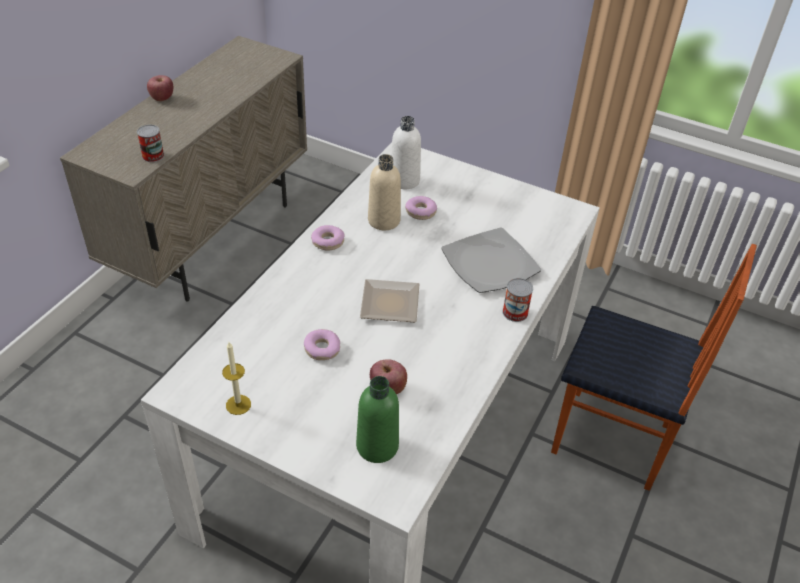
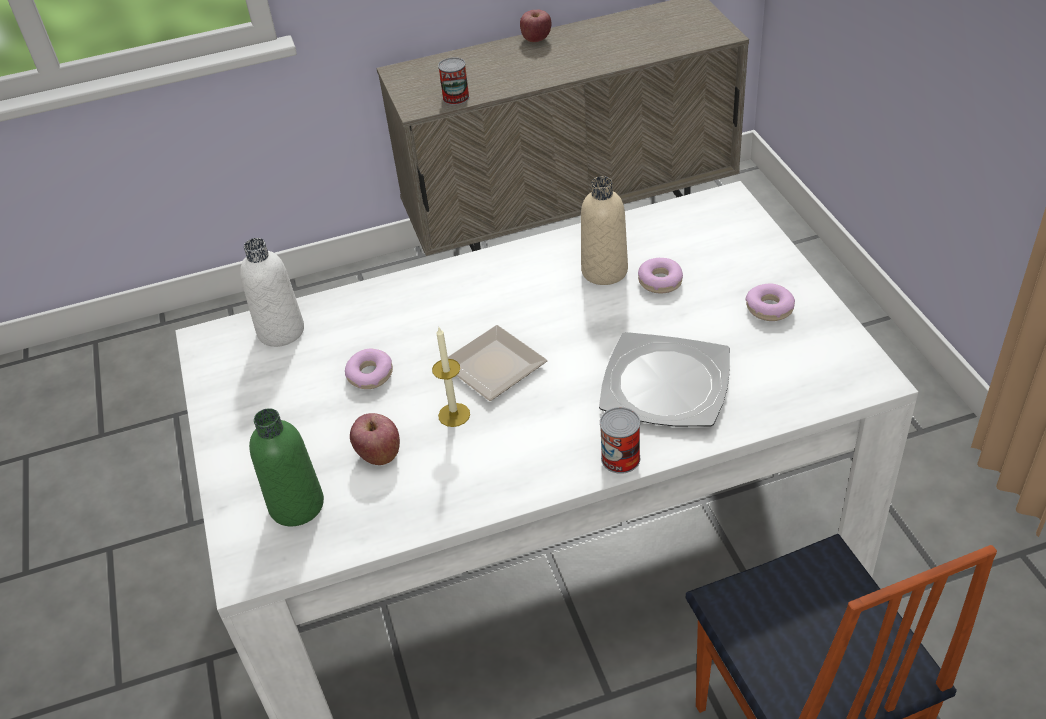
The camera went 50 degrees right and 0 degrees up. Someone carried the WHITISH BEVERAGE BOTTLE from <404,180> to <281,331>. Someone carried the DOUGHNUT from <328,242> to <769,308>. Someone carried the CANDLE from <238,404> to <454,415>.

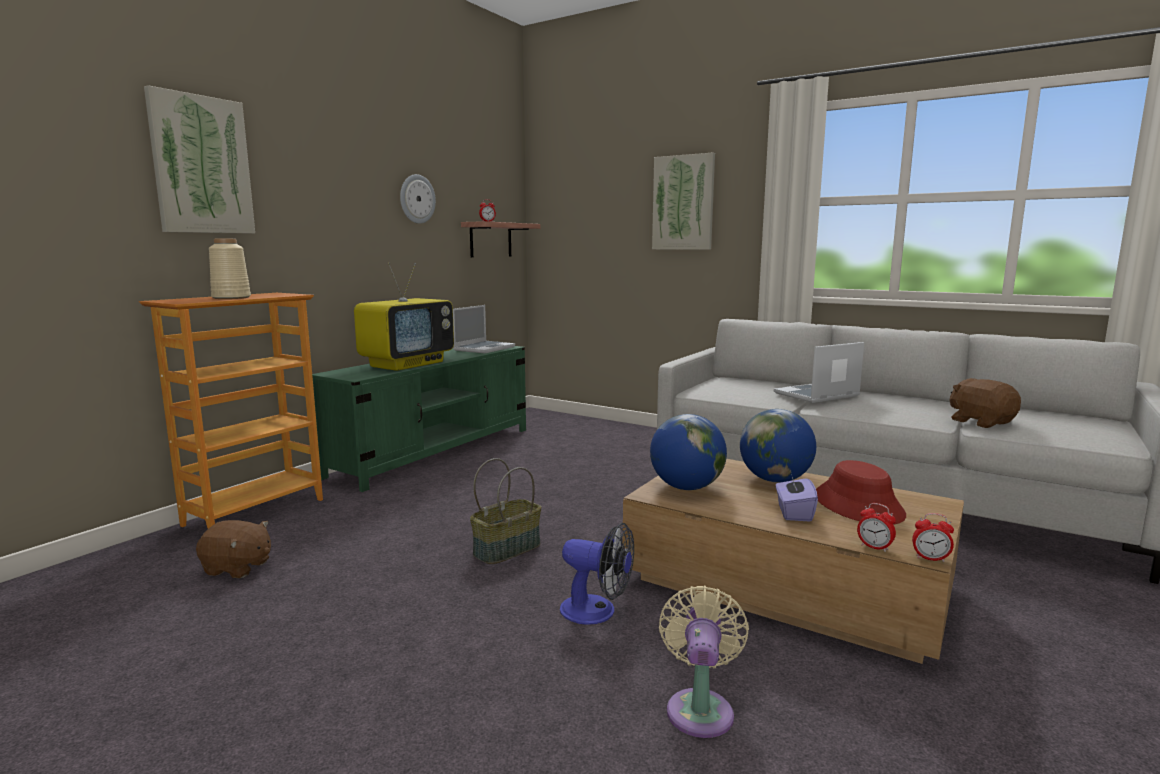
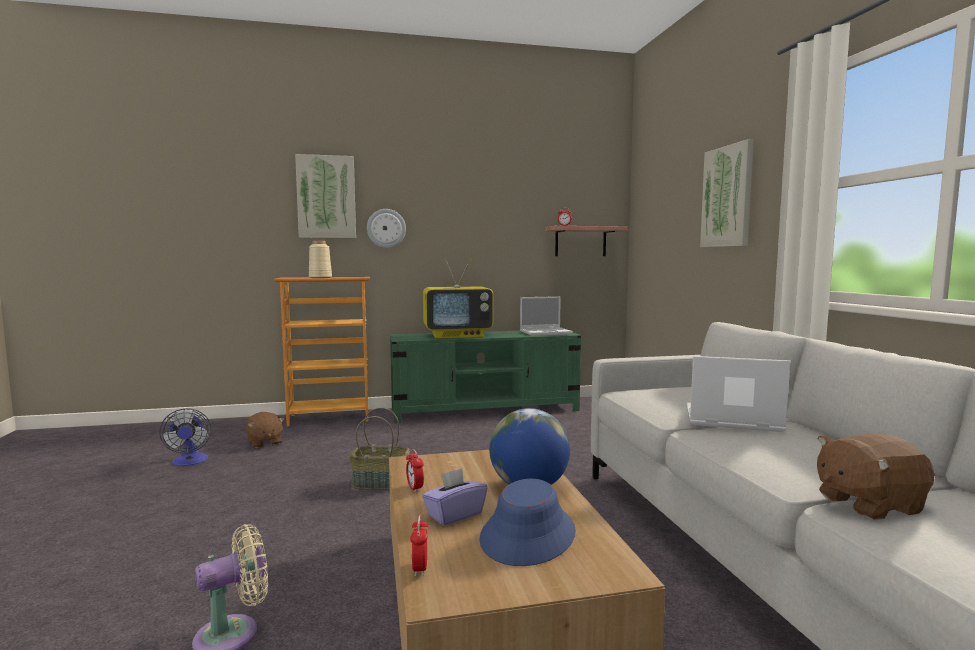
The camera went 45 degrees right and 5 degrees down. Someone carried the HANGING CLOCK from <417,199> to <386,228>. Someone rotated the BROWN-COLOURED CUDDLY TOY at <981,422> by 120 degrees counterclockwise. Someone took away the GLOBE at <686,487>. Someone repainted the RED CLOTHING HAT at <858,505>, which became the BLUE-COLOURED CLOTHING HAT at <528,535>. Someone carried the ALARM CLOCK from <930,558> to <415,488>. Someone carried the FAN from <597,612> to <190,462>.

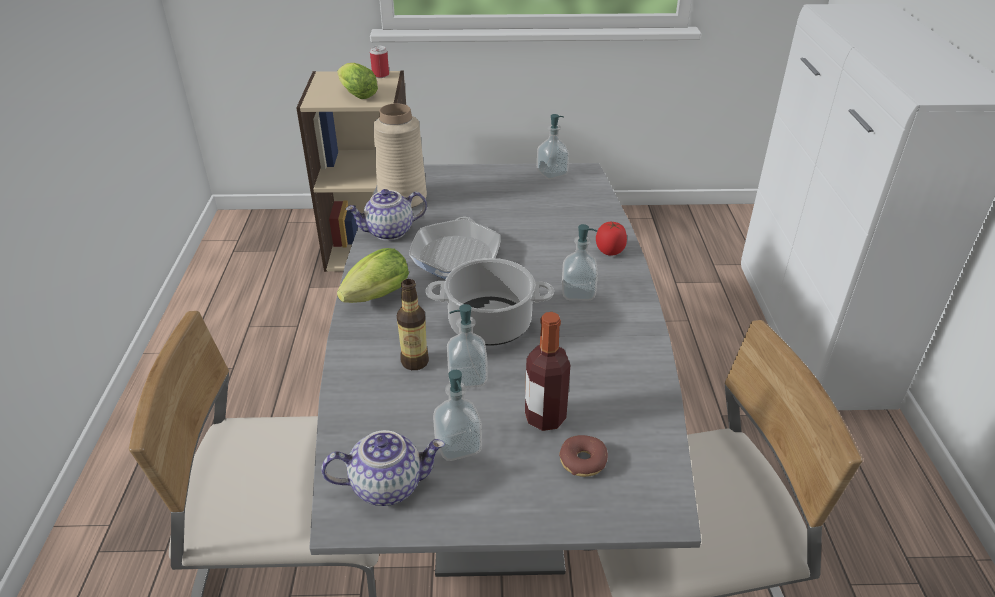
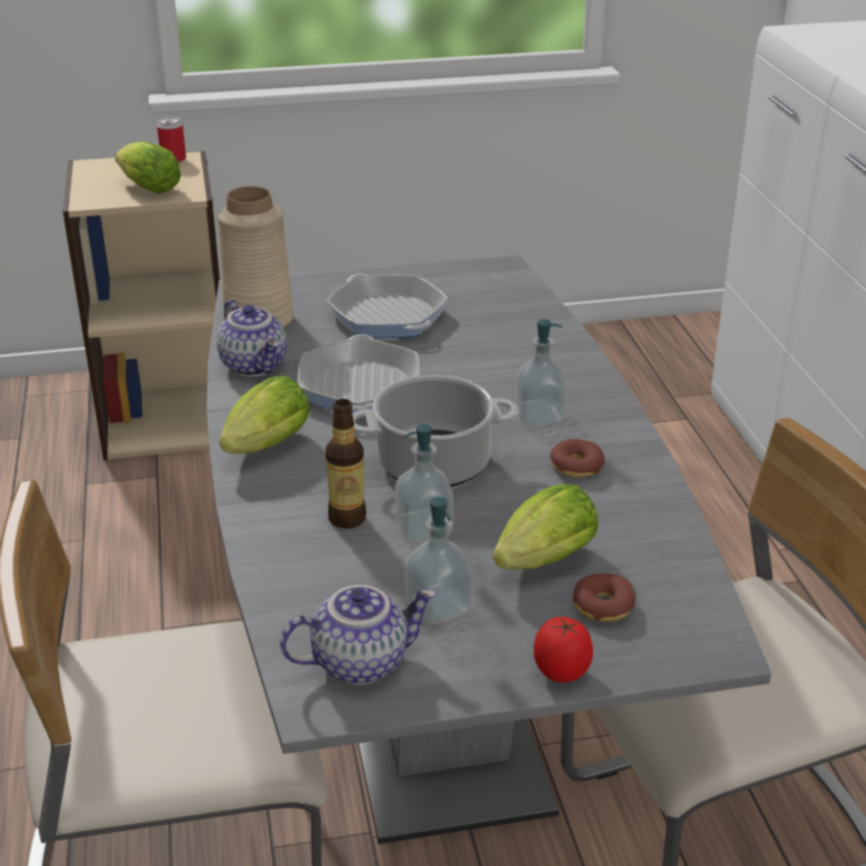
The camera went 10 degrees left and 5 degrees down. Someone took away the SOAP BOTTLE at <552,173>. Someone rotated the TEAPOT at <389,232> by 90 degrees counterclockwise. Someone carried the TOMATO from <610,251> to <561,672>. Someone swapped the BEVERAGE BOTTLE at <545,417> for the LETTUCE at <540,563>. Someone put down the FRYING PAN at <387,316>. Someone put down the DOUGHNUT at <576,466>.

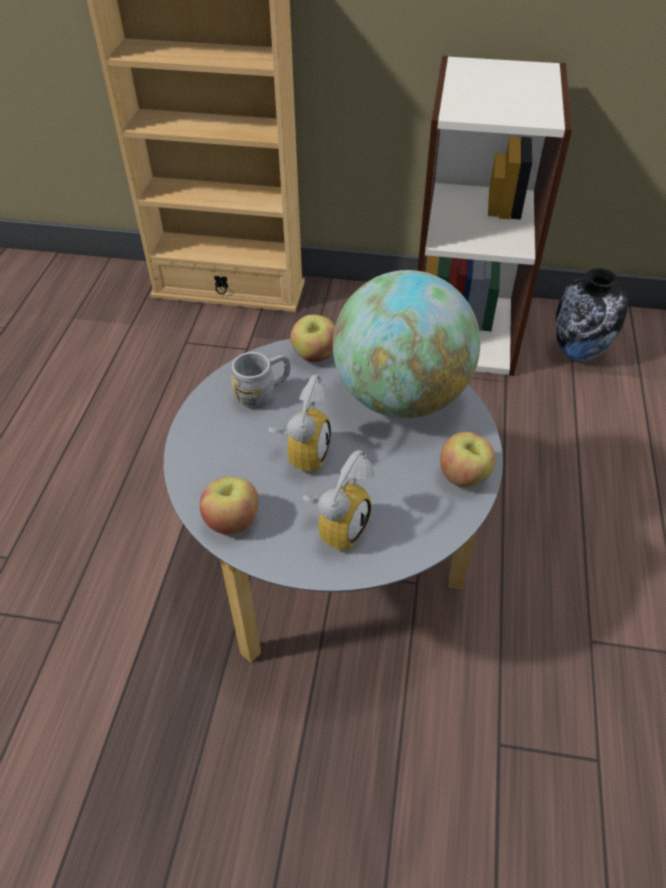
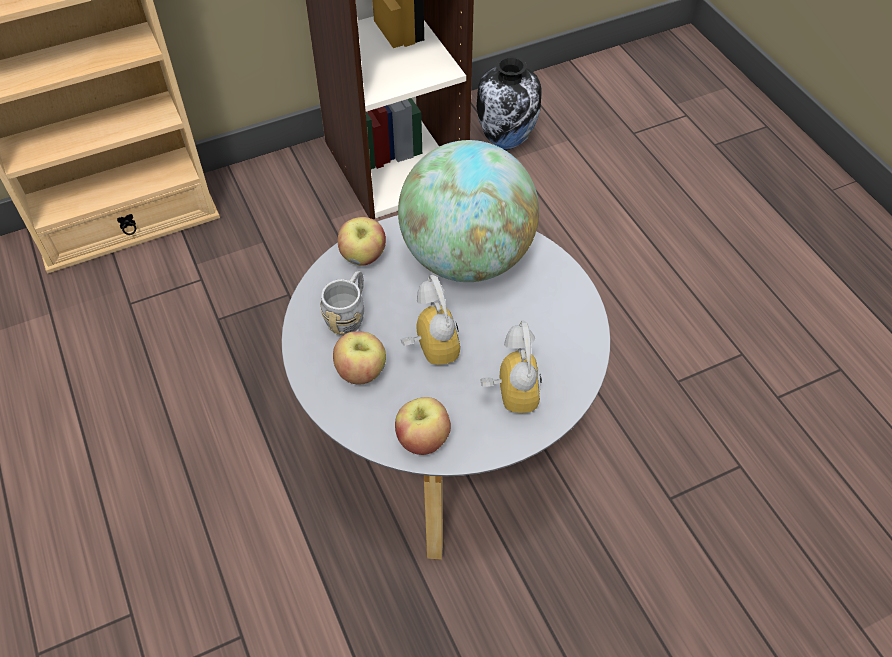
The camera went 35 degrees left and 5 degrees up. Someone carried the WHOLE APPLE from <464,476> to <361,371>.

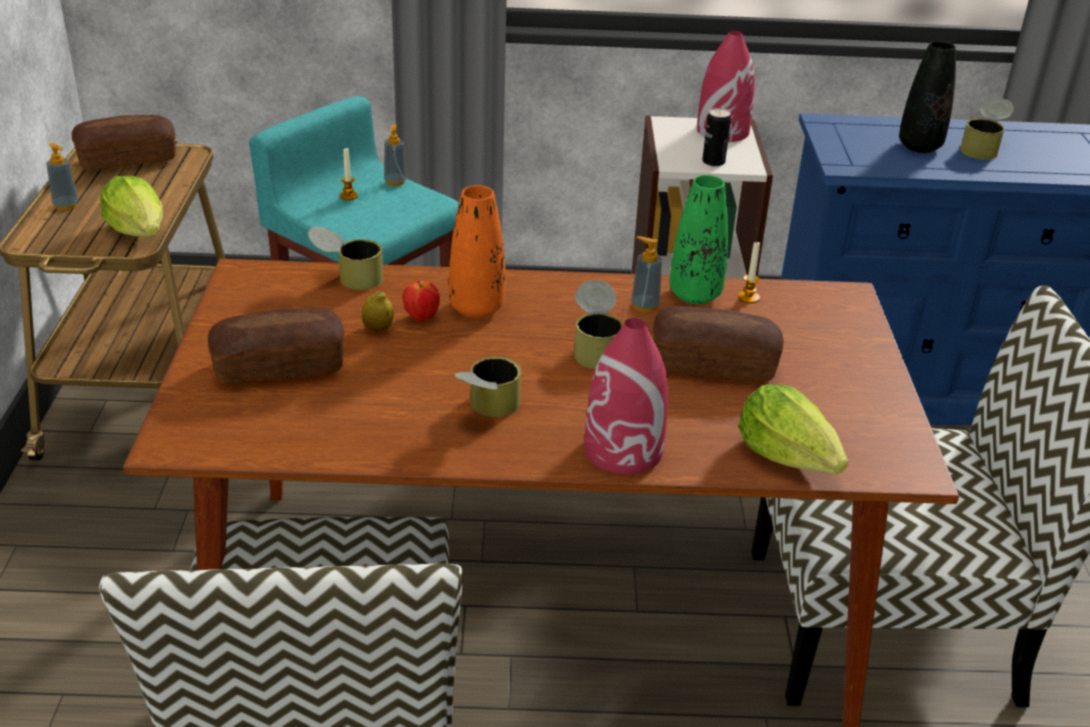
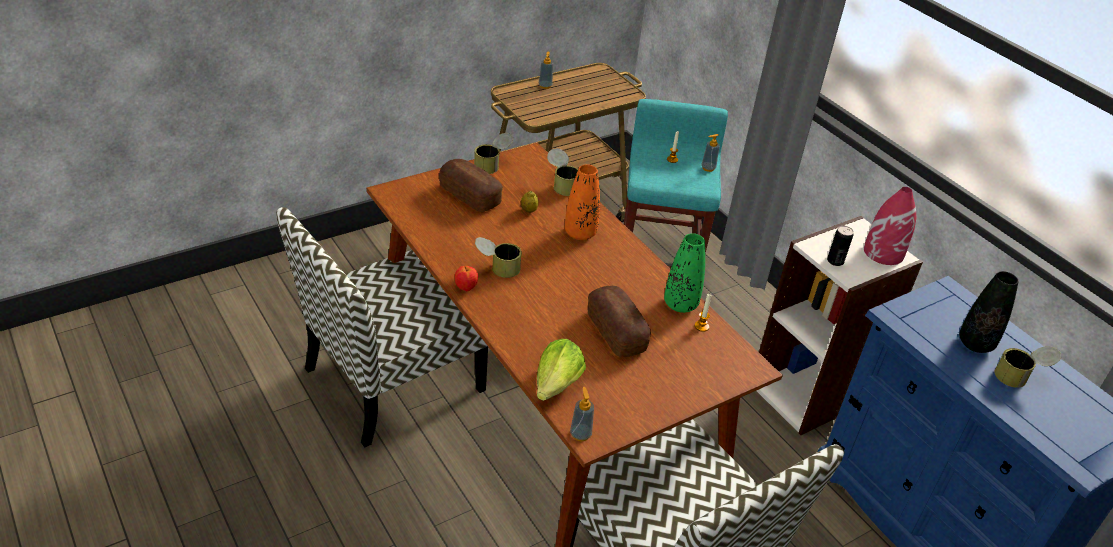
The camera went 55 degrees right and 5 degrees up. Someone took away the BAKERY BREAD at <128,159>. Someone took away the LETTUCE at <139,231>. Someone carried the SOAP BOTTLE from <644,306> to <580,434>. Someone carried the SEALED CAN from <596,347> to <493,165>. Someone carried the WHOLE APPLE from <421,317> to <466,288>. Someone took away the RED FLOWER VASE at <624,451>.

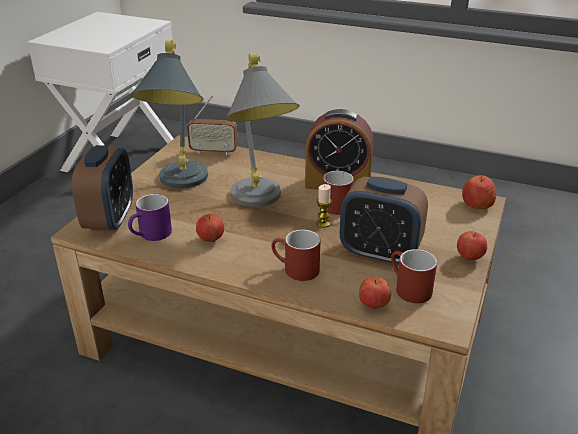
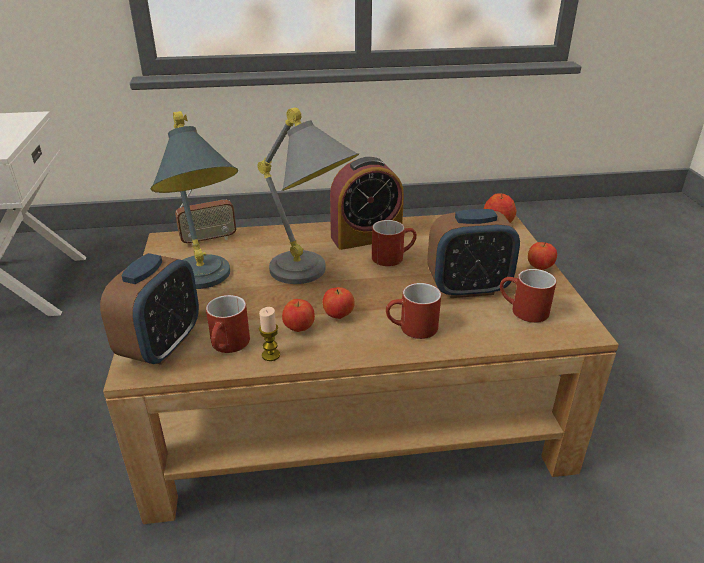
The camera went 30 degrees left and 0 degrees up. Someone rotated the ALARM CLOCK at <110,219> by 45 degrees clockwise. Someone carried the CANDLE from <323,223> to <271,355>. Someone repainted the PURPLE TEA MUG at <151,235>, which became the RED TEA MUG at <229,346>. Someone carried the WHOLE APPLE from <373,305> to <338,315>.

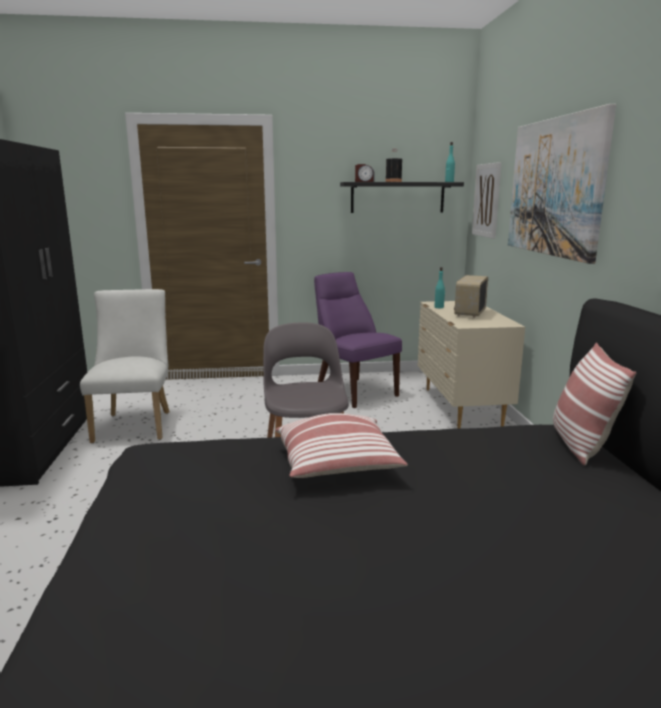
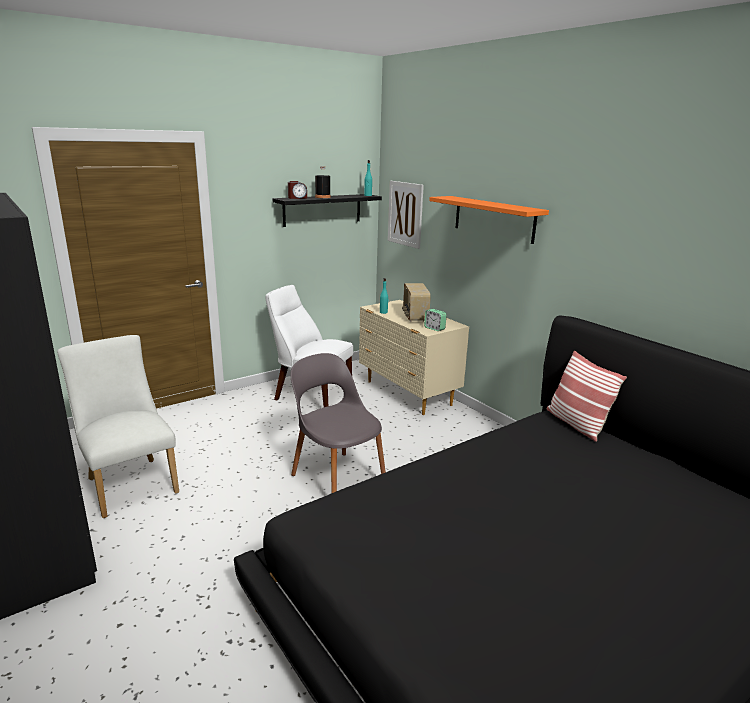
The camera went 30 degrees left and 5 degrees up. Someone swapped the PICTURE at <555,187> for the ORANGEY SHELF at <493,219>. Someone repainted the PURPLE PLAIN CHAIR at <353,391>, which became the WHITISH PLAIN CHAIR at <310,396>. Someone took away the CUSHION at <337,466>. Someone put down the ALARM CLOCK at <434,328>.

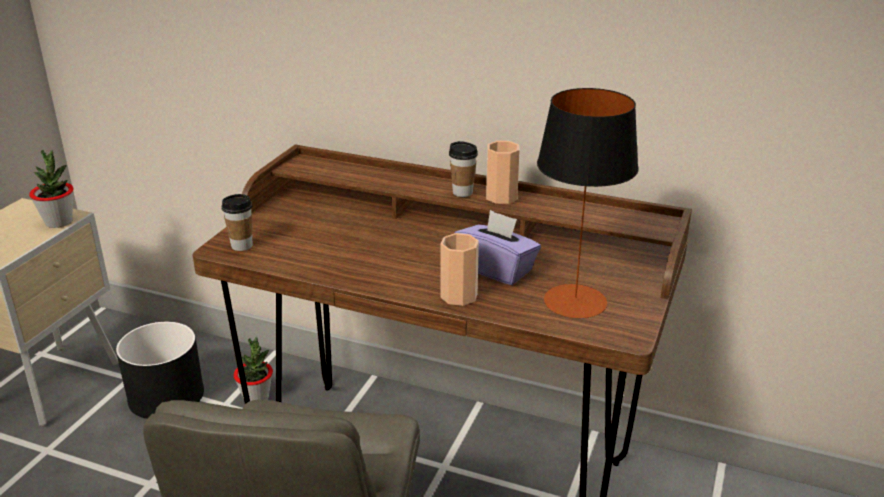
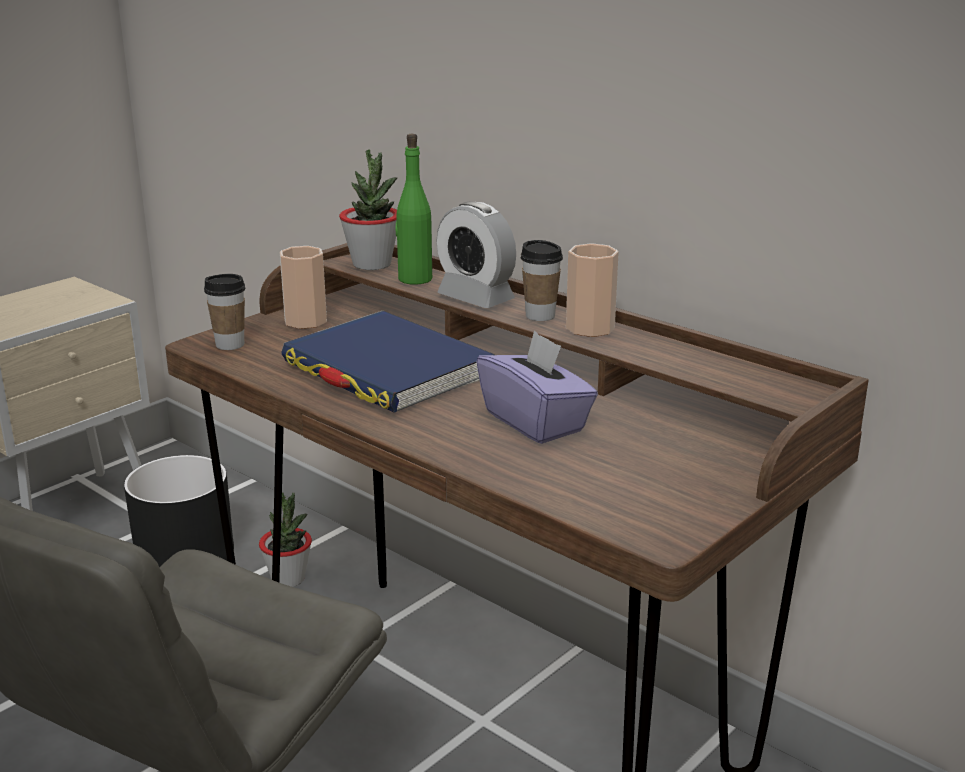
The camera went 20 degrees right and 5 degrees down. Someone took away the LAMP FOR A TABLE at <575,301>. Someone carried the PLANT IN A POT from <59,222> to <372,264>. Someone carried the DRINKING CUP from <459,296> to <305,321>. Someone put down the GREENISH BEVERAGE BOTTLE at <414,279>. Someone put down the ALARM CLOCK at <475,298>. Someone put down the BLUE-COLOURED BOUND BOOK at <387,370>.

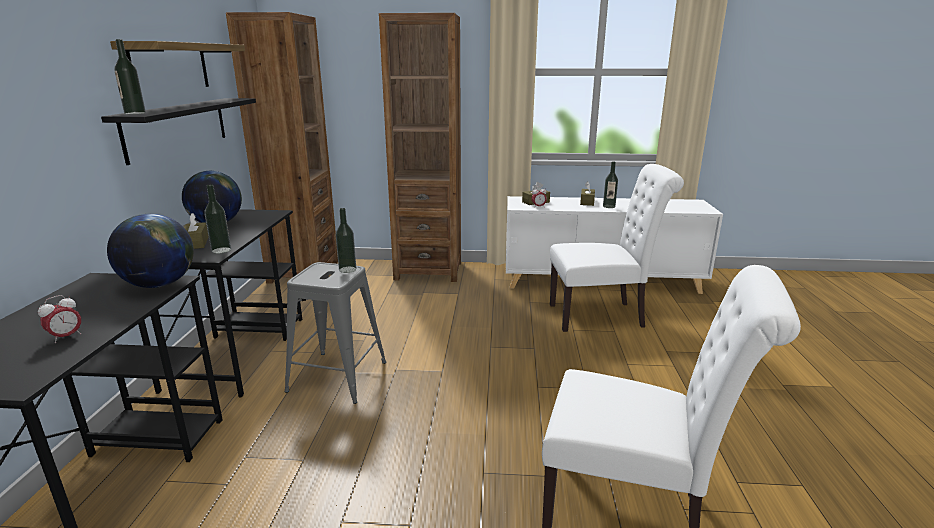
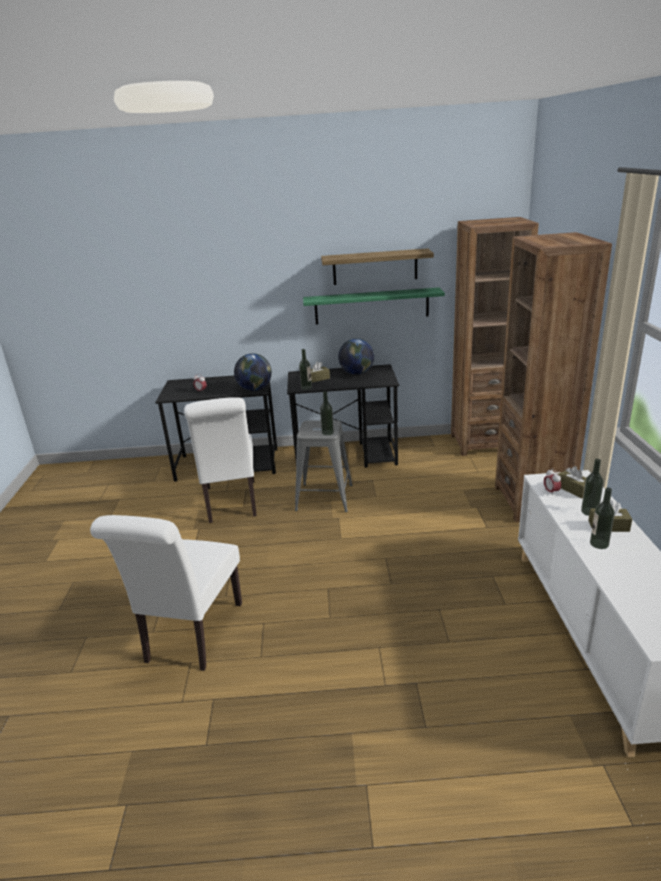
The camera went 85 degrees right and 5 degrees up. Someone carried the BEVERAGE BOTTLE from <135,113> to <589,511>. Someone repainted the BLACK-COLOURED SHELF at <178,127>, which became the GREENISH SHELF at <371,306>. Someone carried the WHITISH PLAIN CHAIR from <602,316> to <231,504>.

